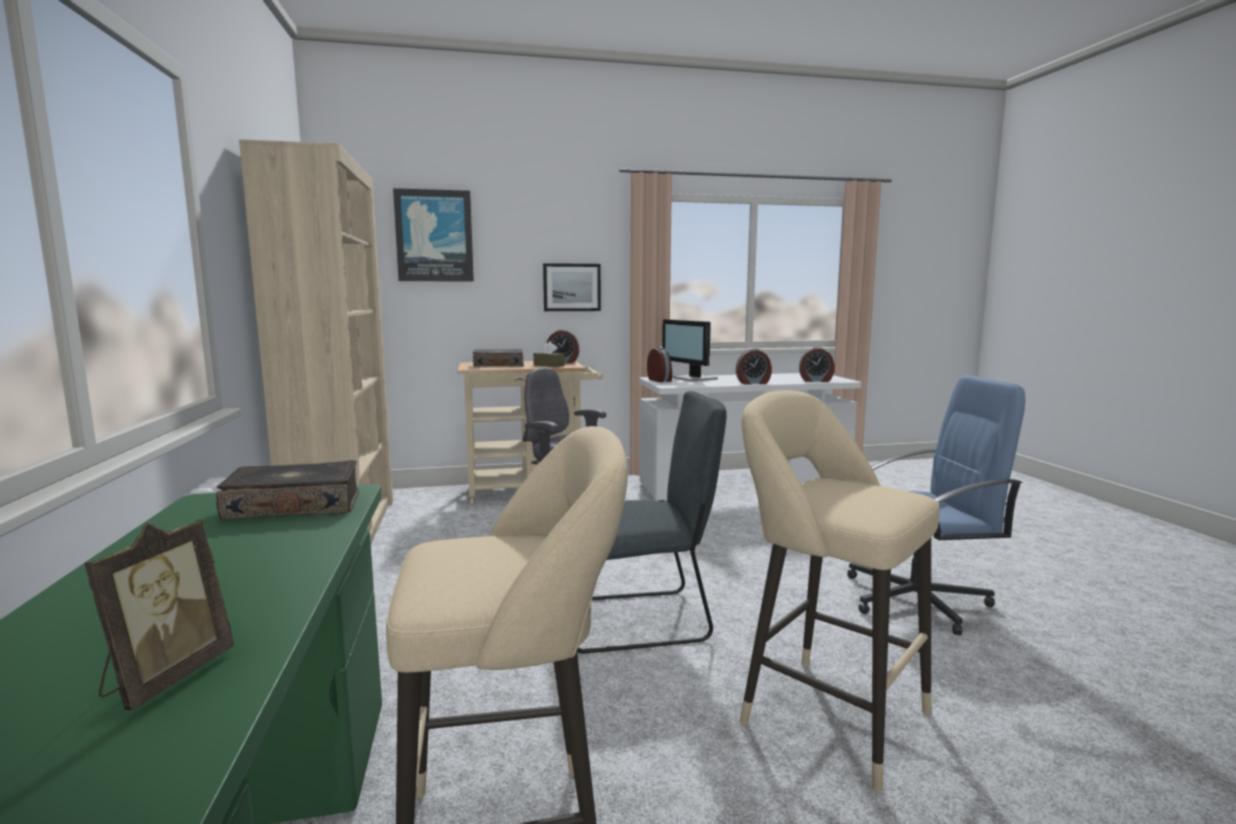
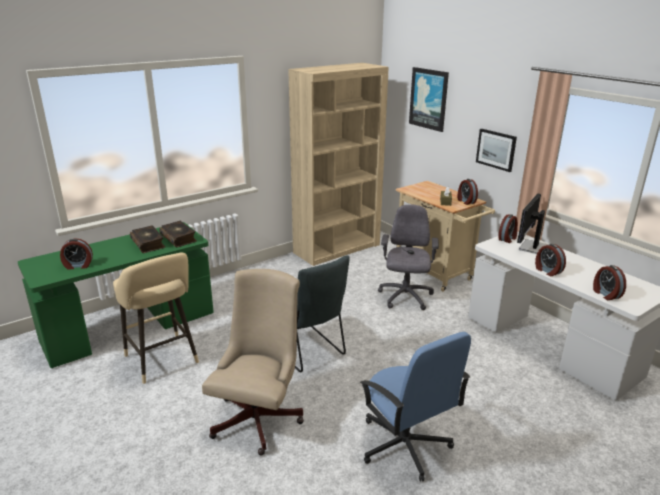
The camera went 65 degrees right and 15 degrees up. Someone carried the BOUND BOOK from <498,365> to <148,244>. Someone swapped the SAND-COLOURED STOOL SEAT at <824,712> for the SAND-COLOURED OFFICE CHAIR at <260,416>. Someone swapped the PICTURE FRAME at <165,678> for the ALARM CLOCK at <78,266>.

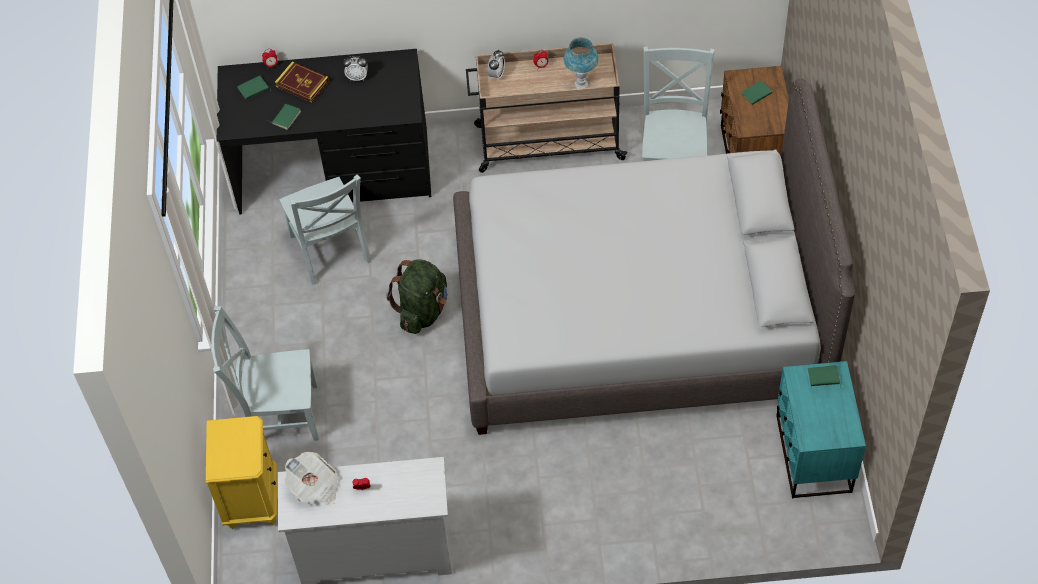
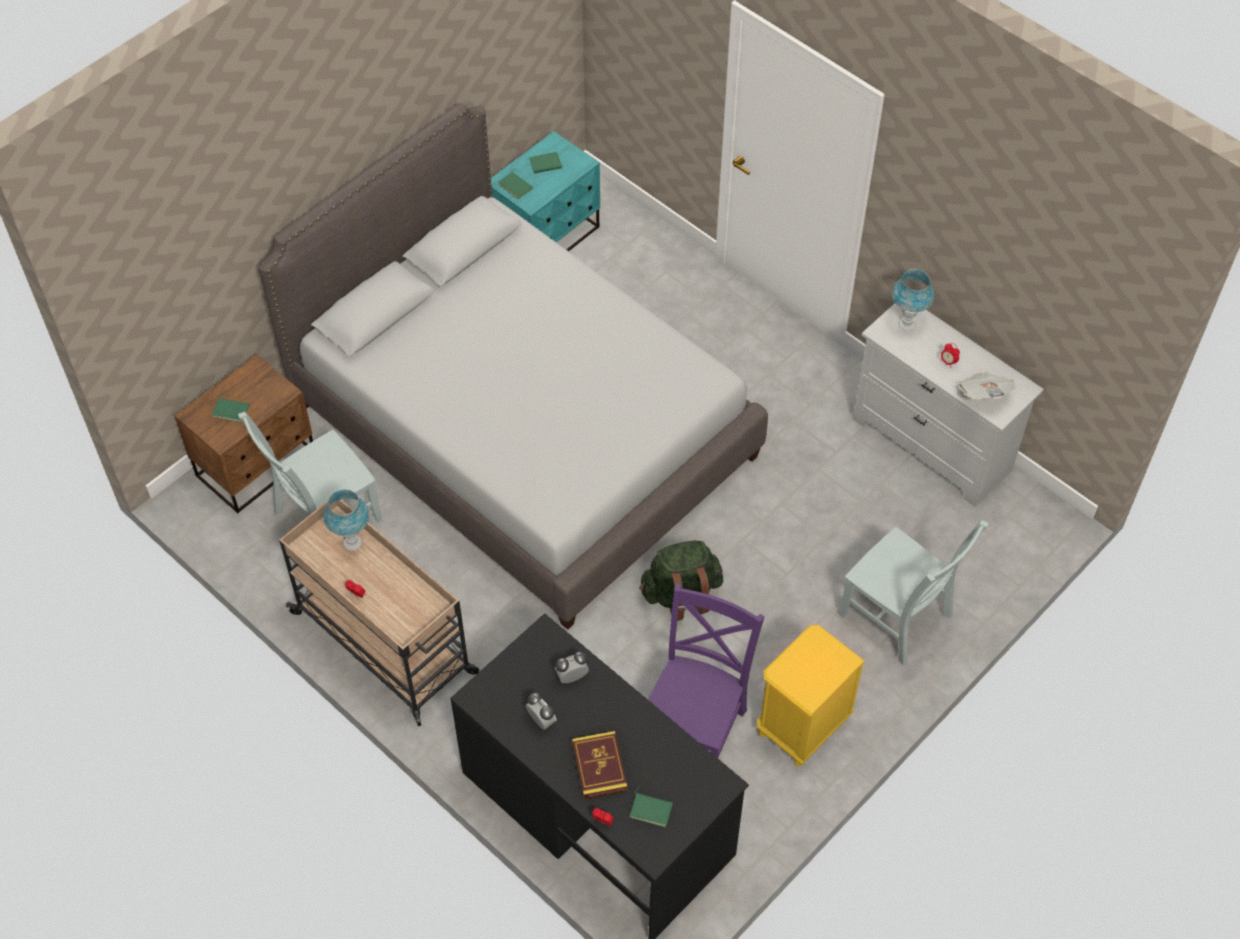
The camera went 135 degrees left and 0 degrees up. Someone carried the ALARM CLOCK from <496,74> to <572,677>. Someone carried the GREENISH BOUND BOOK from <285,117> to <545,165>. Someone repainted the GREY PLAIN CHAIR at <330,252>, which became the PURPLE PLAIN CHAIR at <695,727>. Someone carried the YELLOW-COLOURED NIGHTSTAND from <252,499> to <801,727>. Someone put down the BLUE-COLOURED LAMP FOR A TABLE at <906,324>.

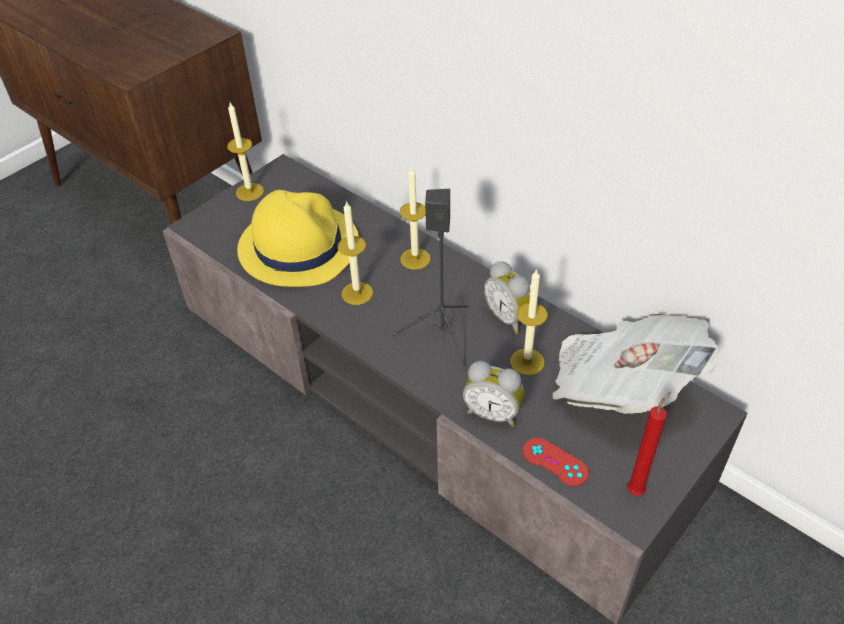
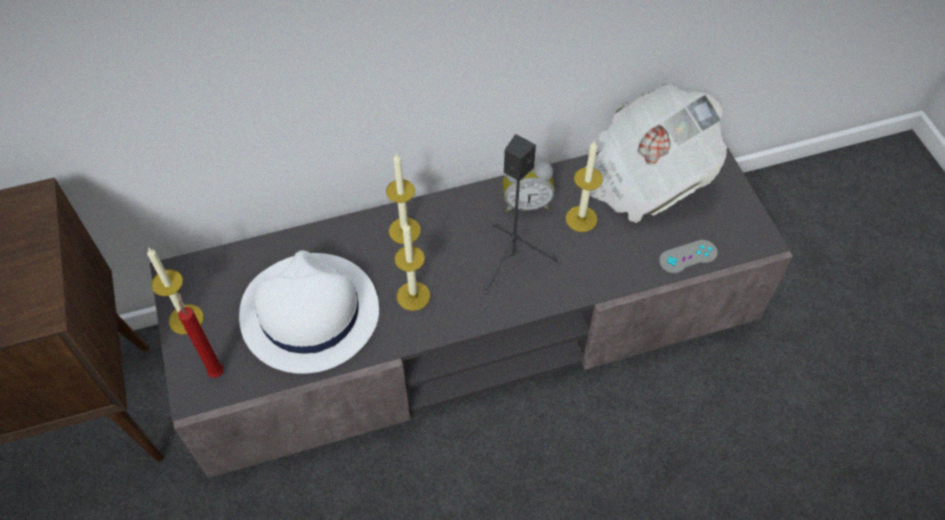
The camera went 60 degrees left and 10 degrees up. Someone repainted the YELLOW-COLOURED CLOTHING HAT at <298,246>, which became the WHITISH CLOTHING HAT at <308,313>. Someone took away the ALARM CLOCK at <493,412>. Someone carried the RED CANDLE from <637,490> to <216,370>. Someone repainted the RED GAMEPAD at <555,462>, which became the GREY GAMEPAD at <688,257>.

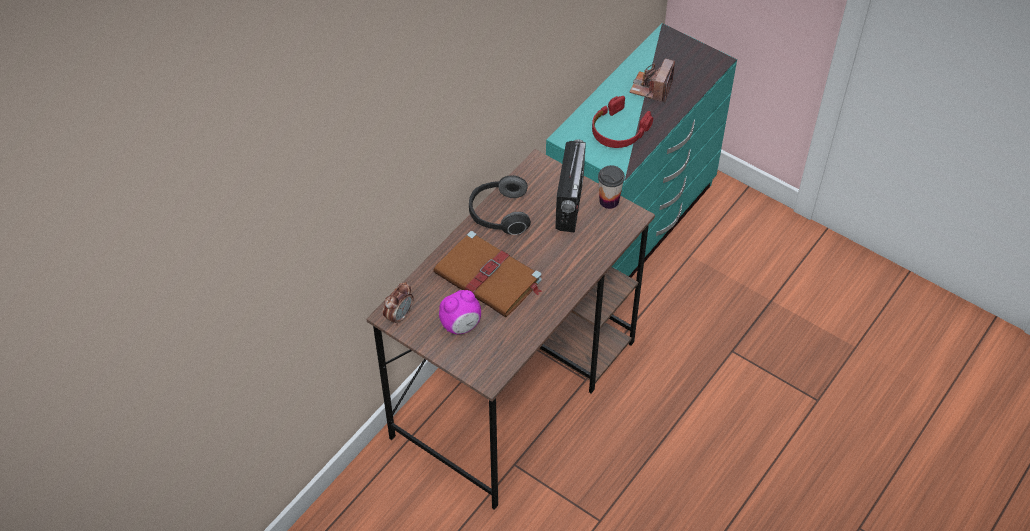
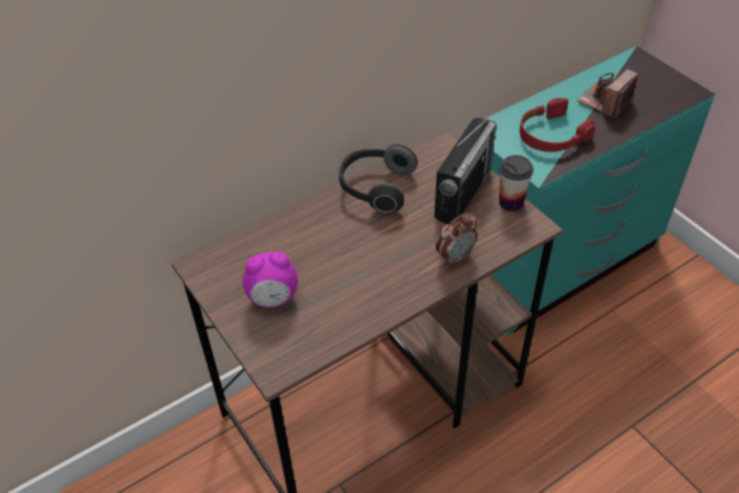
The camera went 20 degrees right and 5 degrees down. Someone took away the BROWN-COLOURED BOUND BOOK at <489,278>. Someone carried the ALARM CLOCK from <399,316> to <455,256>.

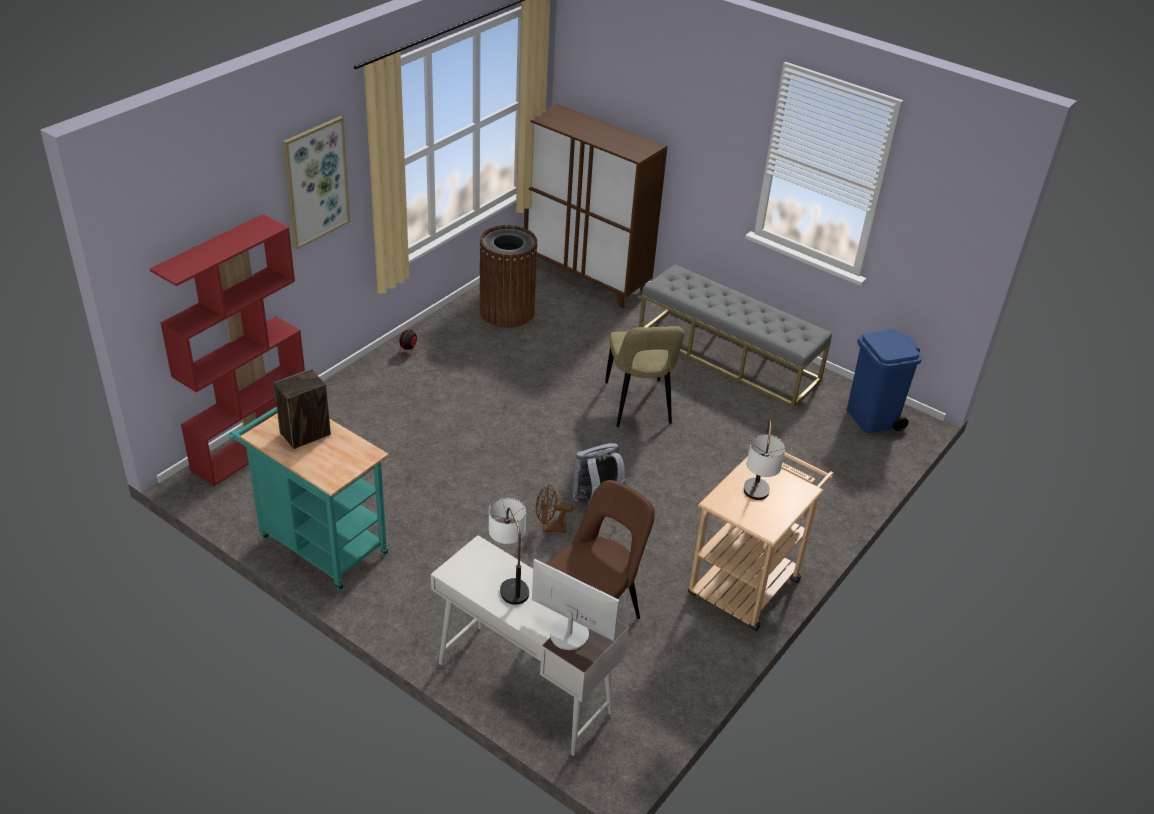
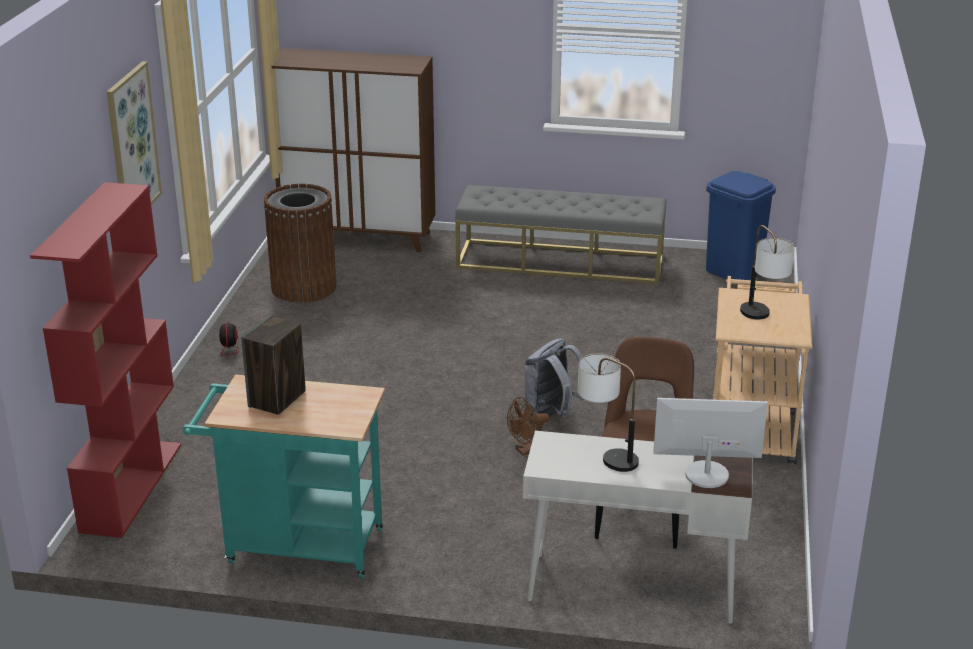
The camera went 25 degrees left and 10 degrees down. Someone took away the SAND-COLOURED PLAIN CHAIR at <638,406>.

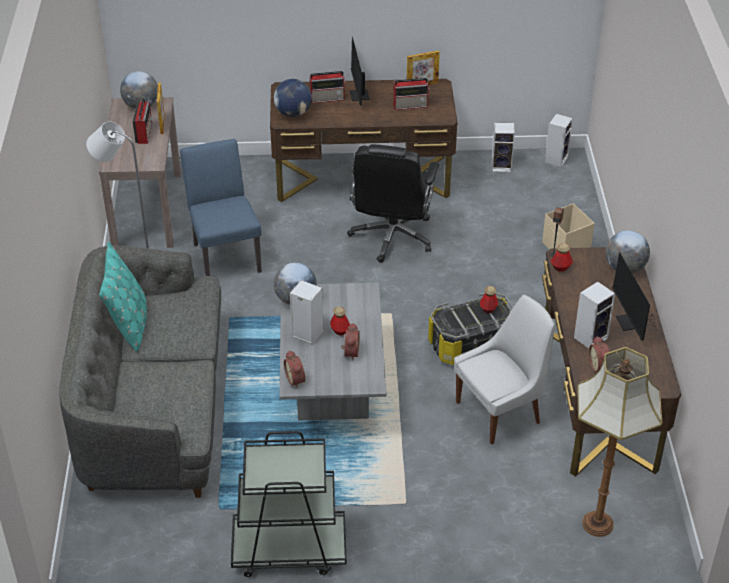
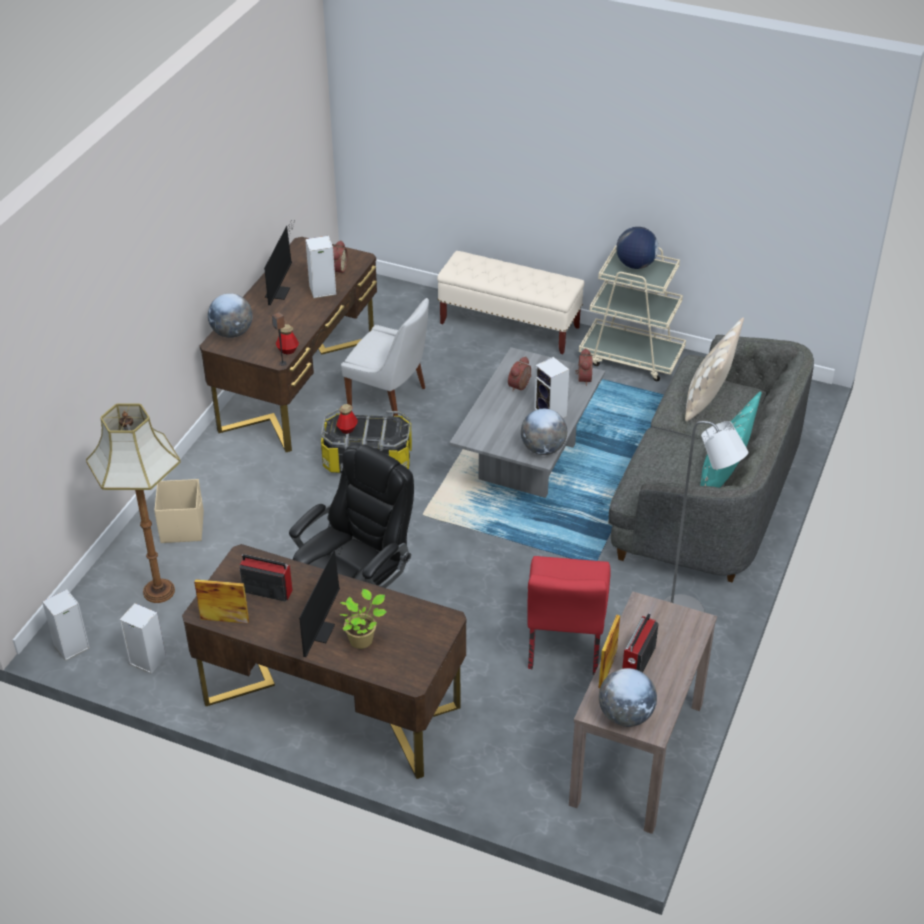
The camera went 155 degrees left and 0 degrees up. Someone swapped the RADIO at <328,98> for the PLANT IN A POT at <363,639>. Someone carried the GLOBE from <293,113> to <635,265>. Someone repainted the BLUE-COLOURED PLAIN CHAIR at <225,254>, which became the RED PLAIN CHAIR at <564,647>. Someone rotated the WHITISH PLAIN CHAIR at <500,411> by 150 degrees counterclockwise. Someone took away the BEVERAGE BOTTLE at <340,330>. Someone carried the STANDING LAMP from <598,523> to <157,592>. Someone repainted the BLACK-COLOURED CART at <288,549>, which became the SAND-COLOURED CART at <631,357>. Someone put down the SAND-COLOURED INDOOR BENCH at <510,326>. Someone put down the SAND-COLOURED CUSHION at <708,399>.

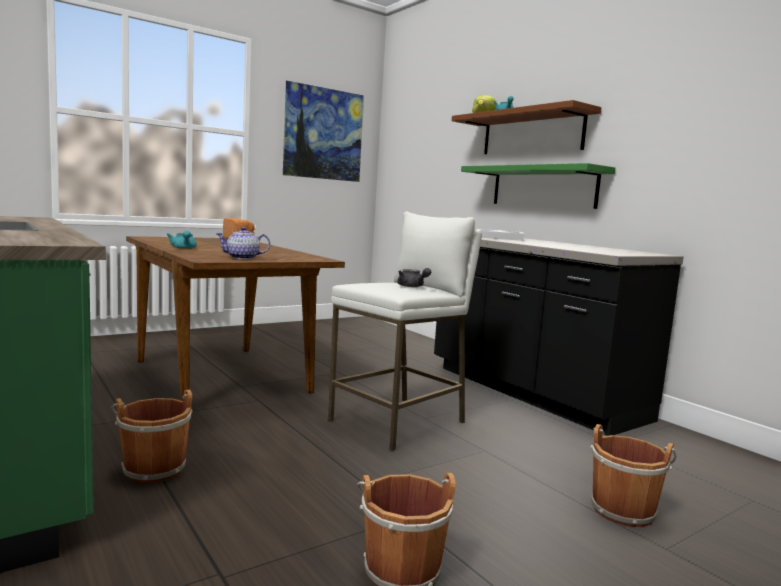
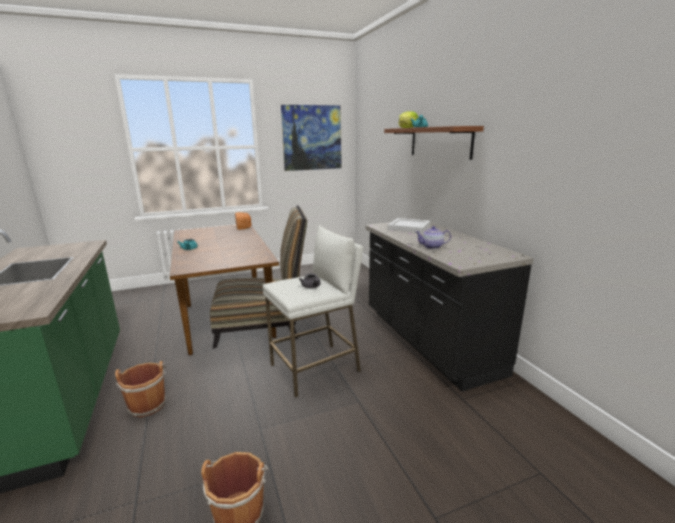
The camera went 15 degrees right and 10 degrees up. Someone took away the GREENISH SHELF at <543,187>. Someone carried the TEAPOT from <243,258> to <432,247>. Someone took away the BROWN-COLOURED WATER BUCKET at <623,509>. Someone put down the PLAIN CHAIR at <263,325>.

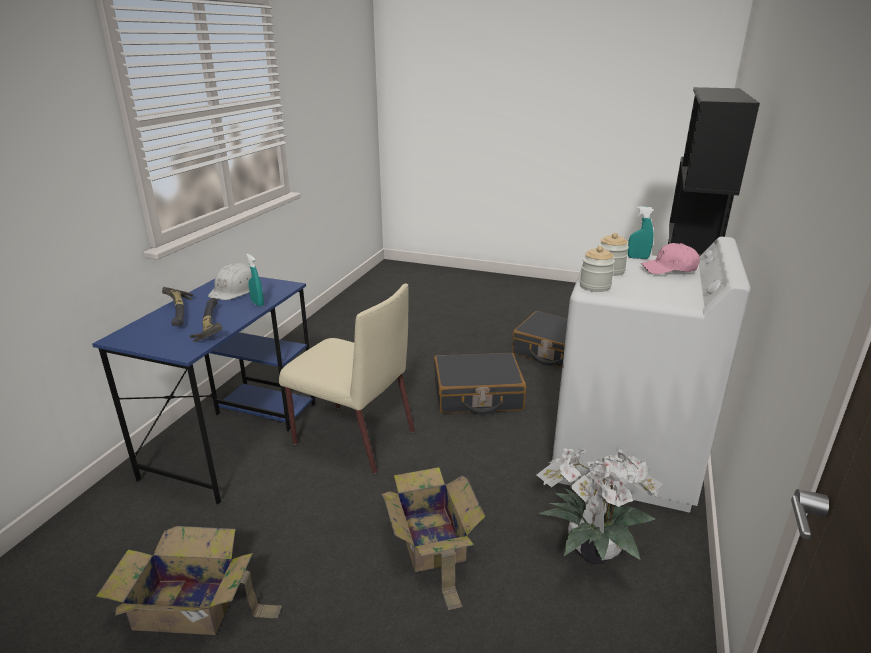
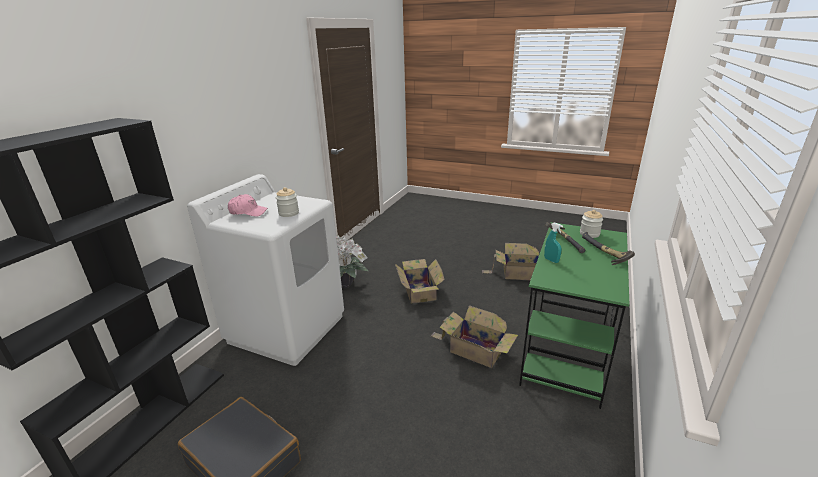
The camera went 175 degrees left and 0 degrees up. Someone took away the BLUE-GREEN SPRAYER at <638,258>. Someone carried the JAR from <595,286> to <589,234>. Someone took away the WHITISH SAFETY HELMET at <235,289>. Someone repainted the BLUE-COLOURED DESK TABLE at <235,437>, which became the GREENISH DESK TABLE at <566,352>. Someone swapped the SAND-COLOURED PLAIN CHAIR at <352,437> for the CARTON at <474,349>. Someone took away the BLACK-COLOURED TRAVEL CASE at <477,395>.

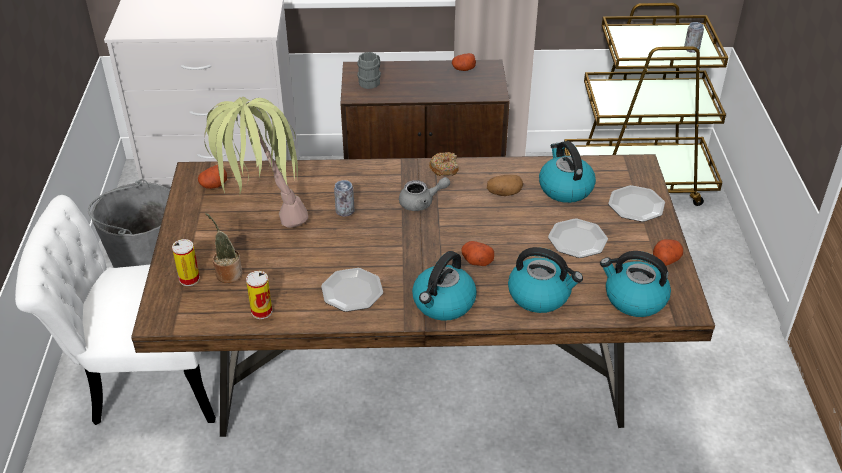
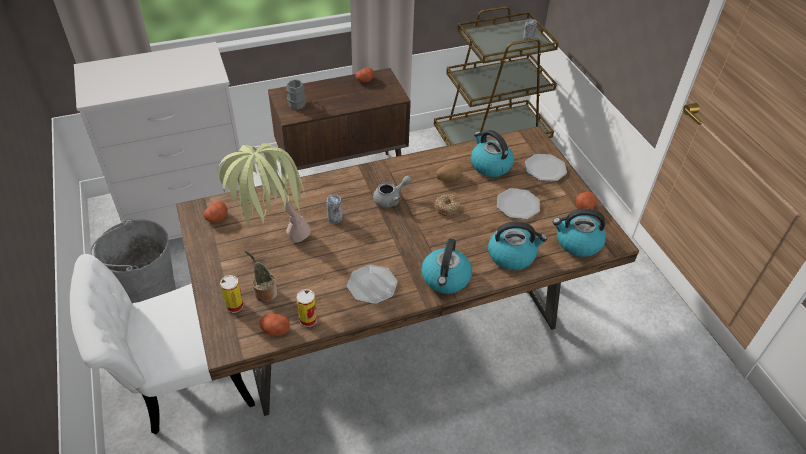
The camera went 20 degrees left and 5 degrees up. Someone carried the DOUGHNUT from <444,168> to <446,208>. Someone carried the POTATO from <476,261> to <274,330>.

